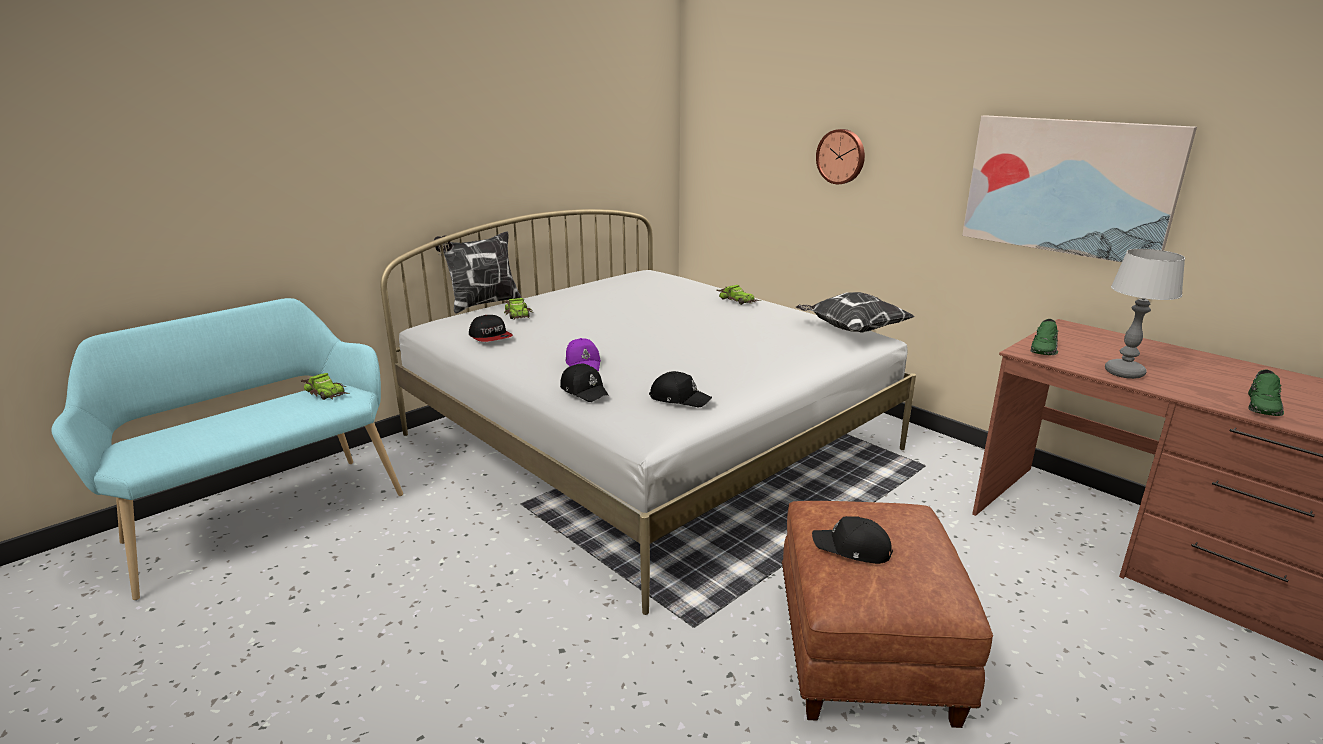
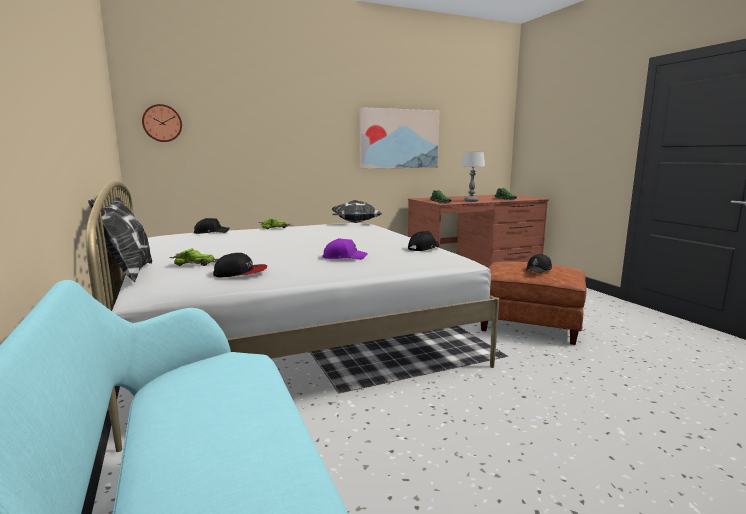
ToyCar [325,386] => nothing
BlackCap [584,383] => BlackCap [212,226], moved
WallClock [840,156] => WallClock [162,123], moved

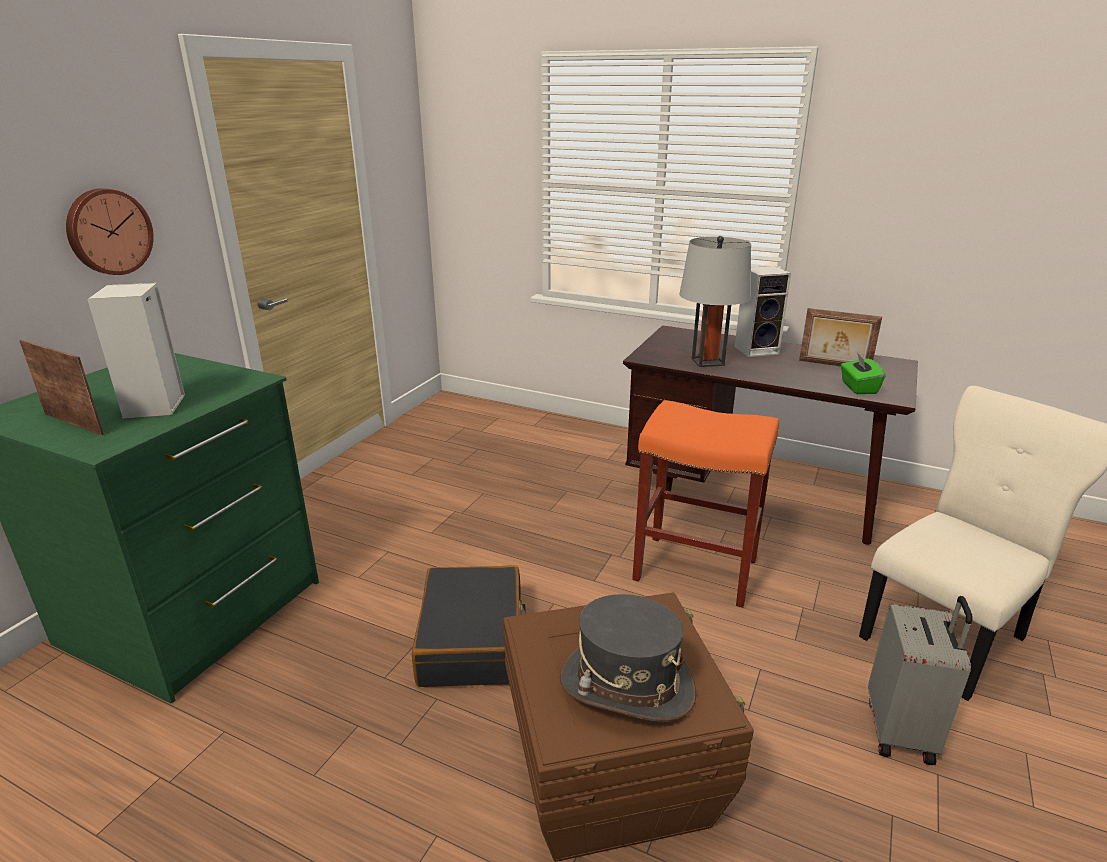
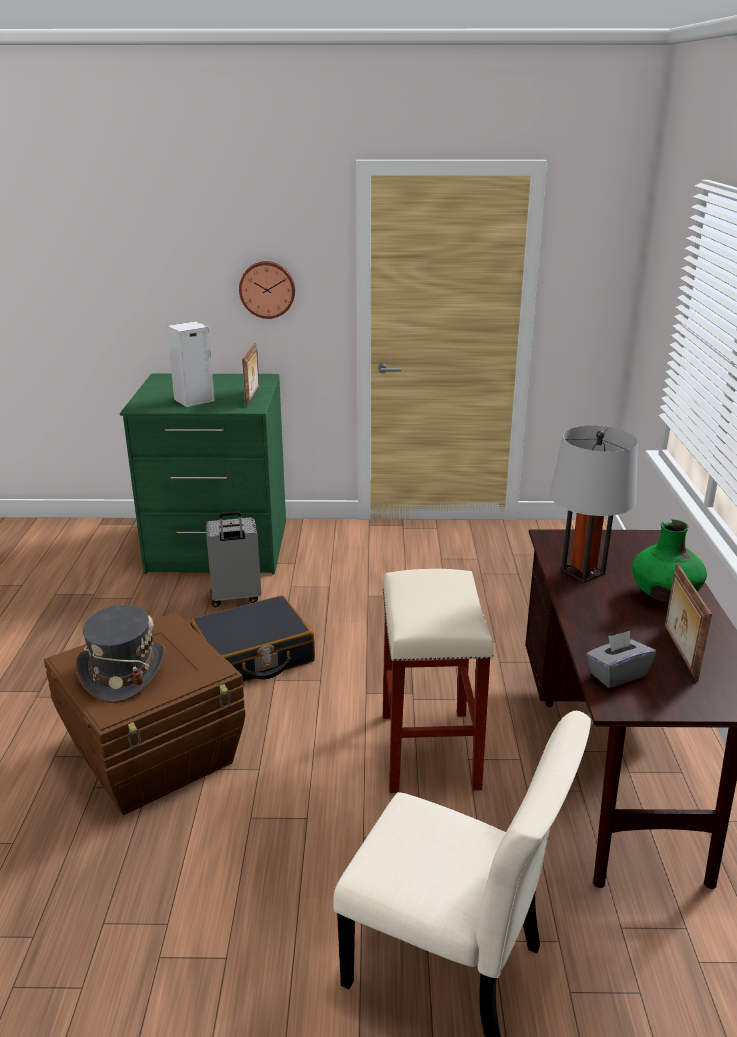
PictureFrame [61,388] => PictureFrame [250,375], moved
GreySuitcase [920,680] => GreySuitcase [233,559], moved
Speaker [763,311] => GreenVase [669,560]
OrangeStool [705,504] => BeigeStool [438,681]
GreenTissueBox [863,373] => GreyTissueBox [621,659]

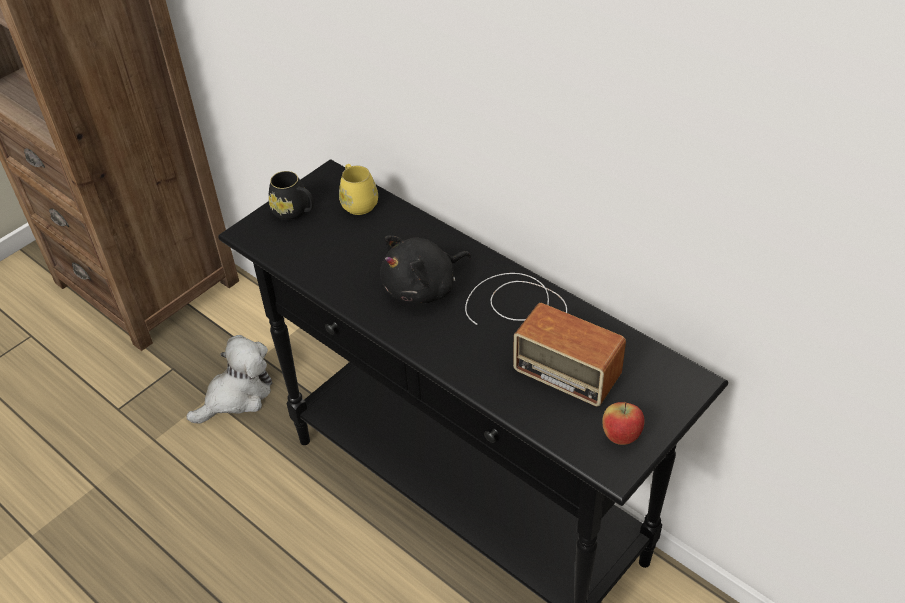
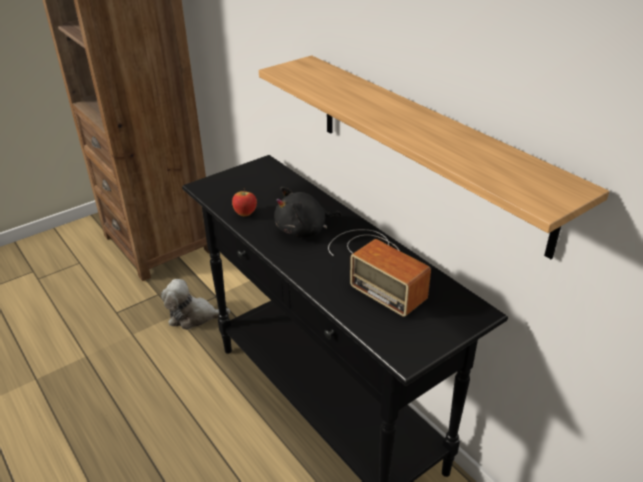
BlackMug [291,195] => nothing
YellowMug [358,189] => nothing
nothing => Shelf [434,157]
Apple [623,423] => Apple [244,202], moved
PlushToy [229,379] => PlushToy [195,304], 150 degrees counterclockwise

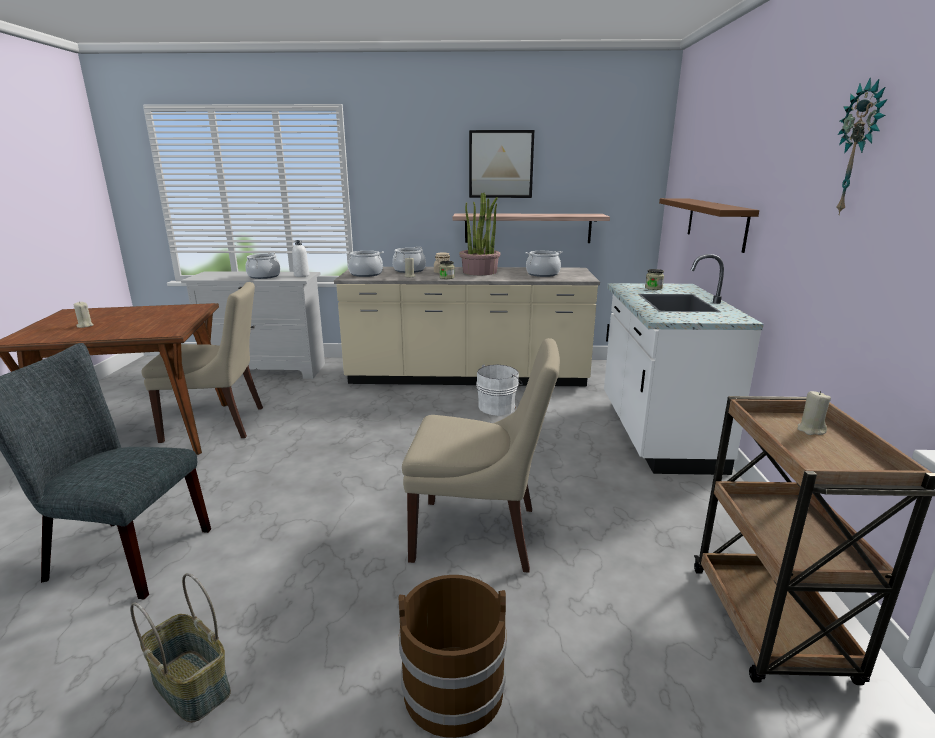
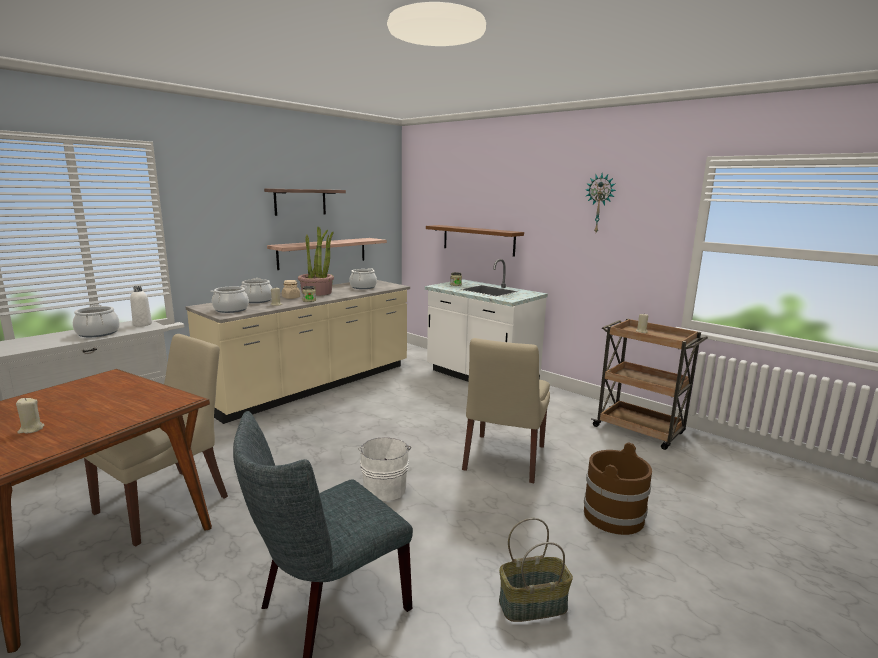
WhiteBucket [499,390] => WhiteBucket [384,469], moved
Picture [501,164] => Shelf [305,202]
BeigeChair [481,455] => BeigeChair [506,410], 150 degrees clockwise

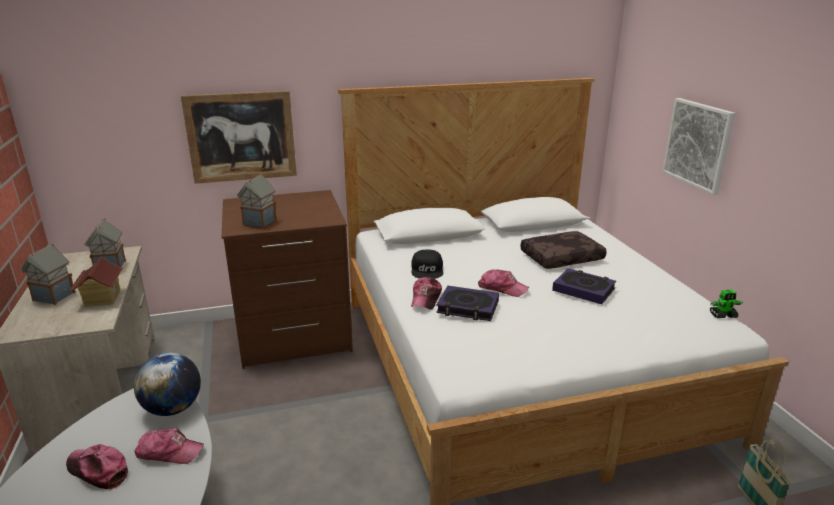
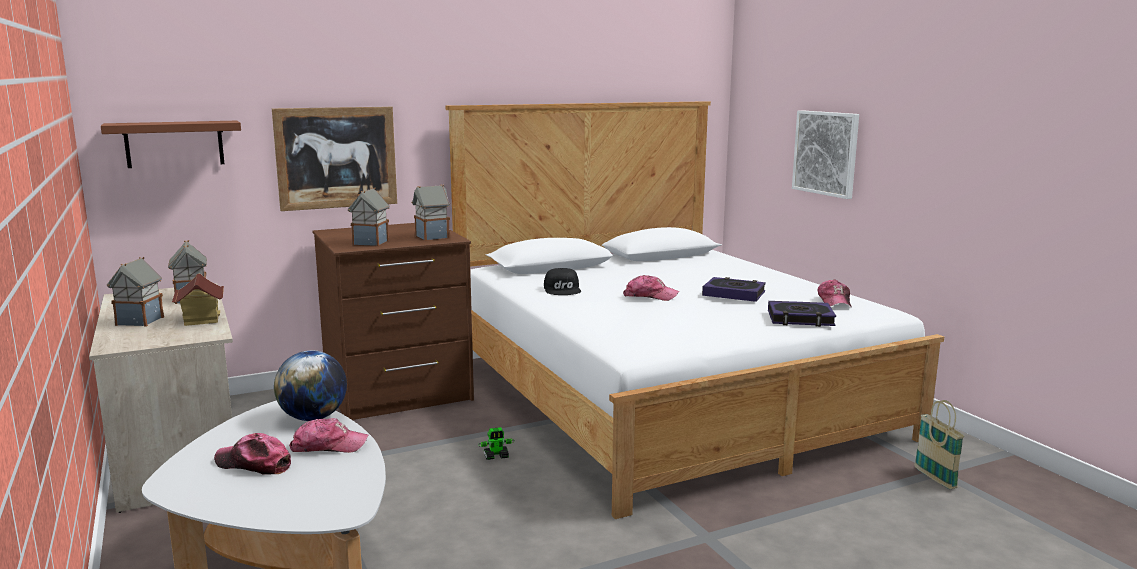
BrownPillow [563,250] => nothing
nothing => BrownShelf [171,144]
nothing => ToyHouse [430,212]
Cap [426,293] => Cap [834,292], moved
Book [467,303] => Book [802,314], moved
ToyRobot [726,304] => ToyRobot [496,443], moved

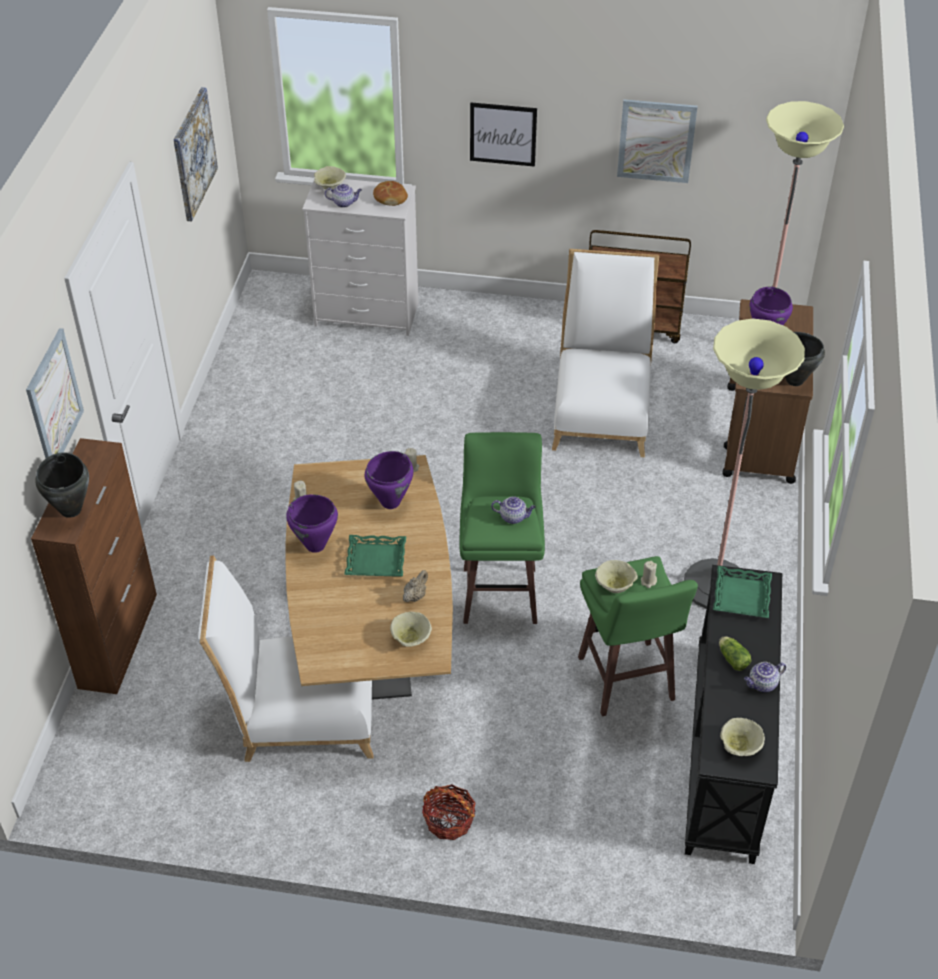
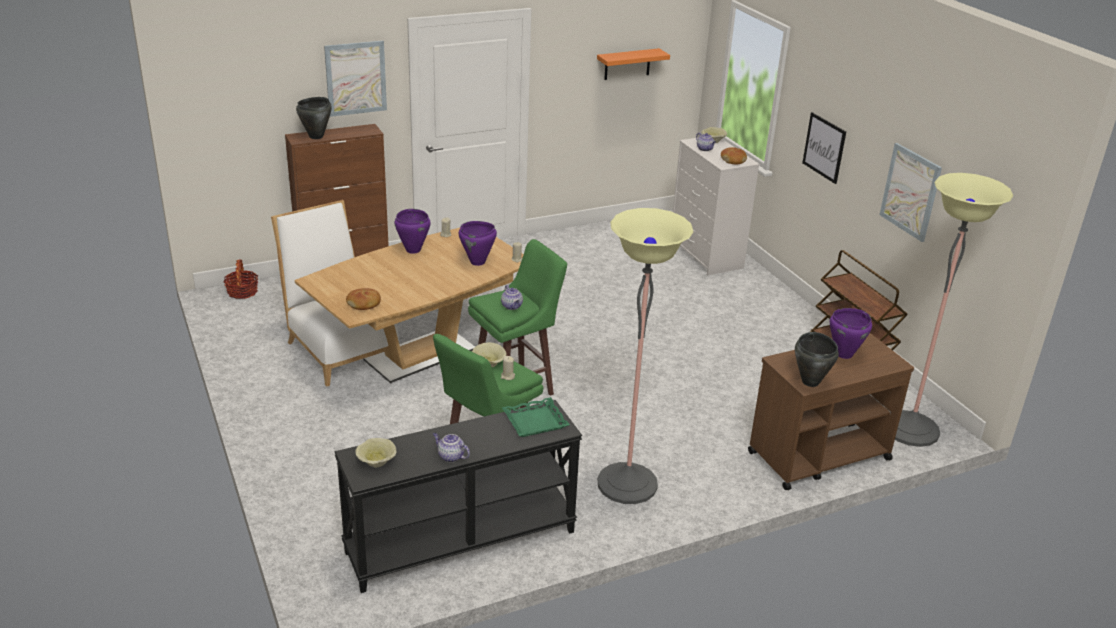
GreenTray [375,555] => nothing
BeigeTeapot [415,586] => nothing
WhiteChair [605,353] => nothing
Lettuce [735,653] => nothing
Basket [449,812] => Basket [241,279], moved
Picture [195,154] => OrangeShelf [633,64]
BeigeBowl [411,629] => Bread [363,299]

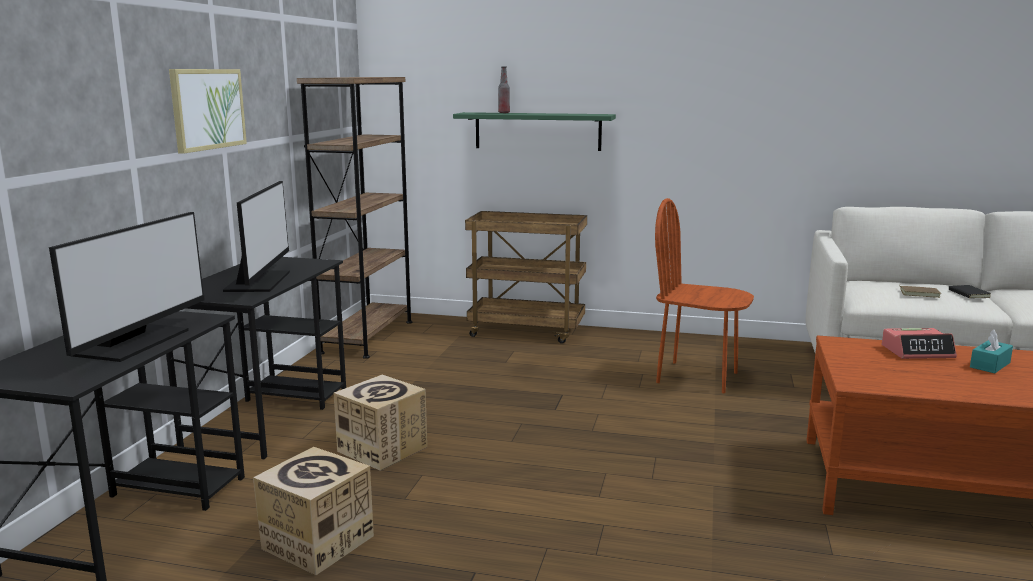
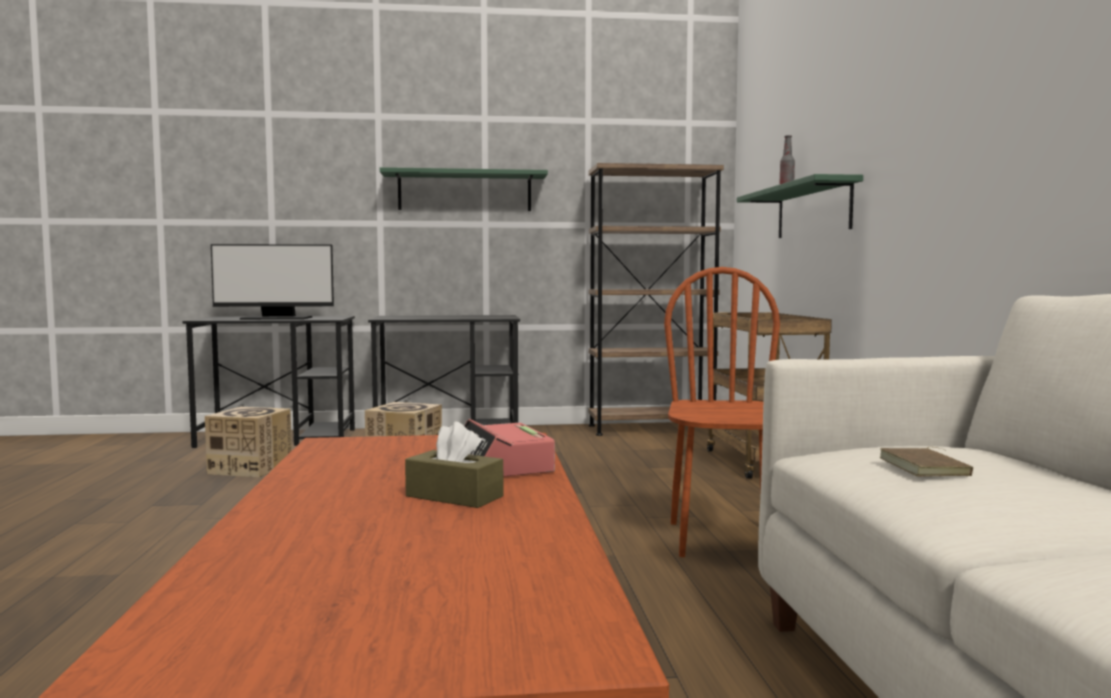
Monitor [256,236] => nothing
BlackBook [970,292] => nothing
Picture [208,111] => GreenShelf [464,189]
TurquoiseTissueBox [991,351] => BrownTissueBox [454,464]

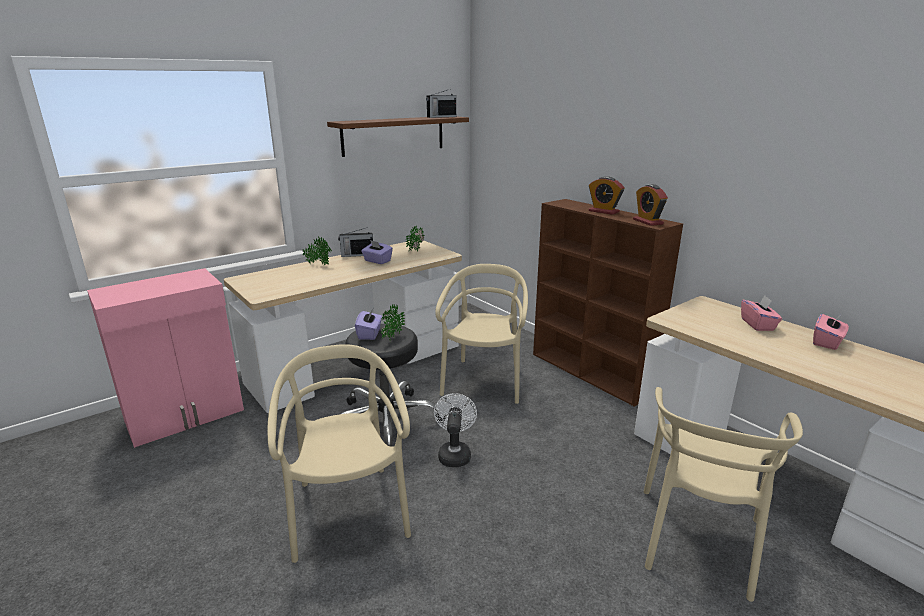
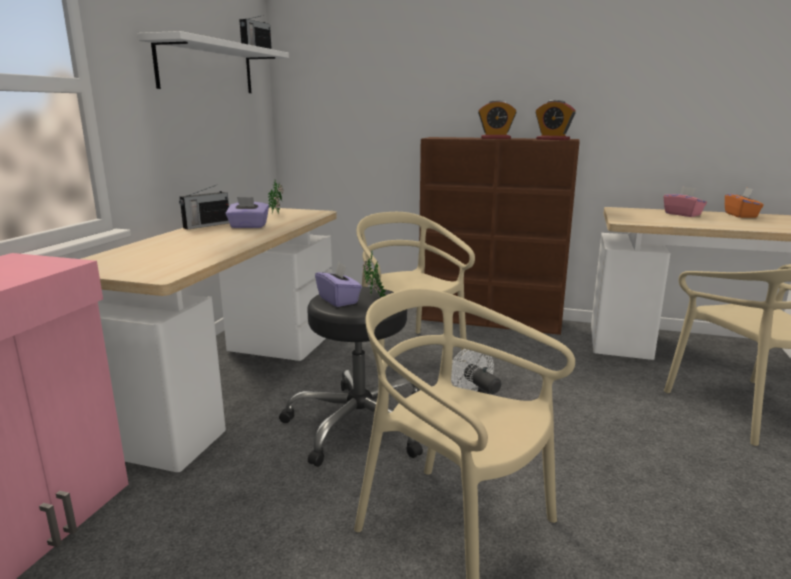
PottedPlant [317,251] => nothing
BrownShelf [398,136] => WhiteShelf [213,62]
PinkTissueBox [831,331] => OrangeTissueBox [744,203]

